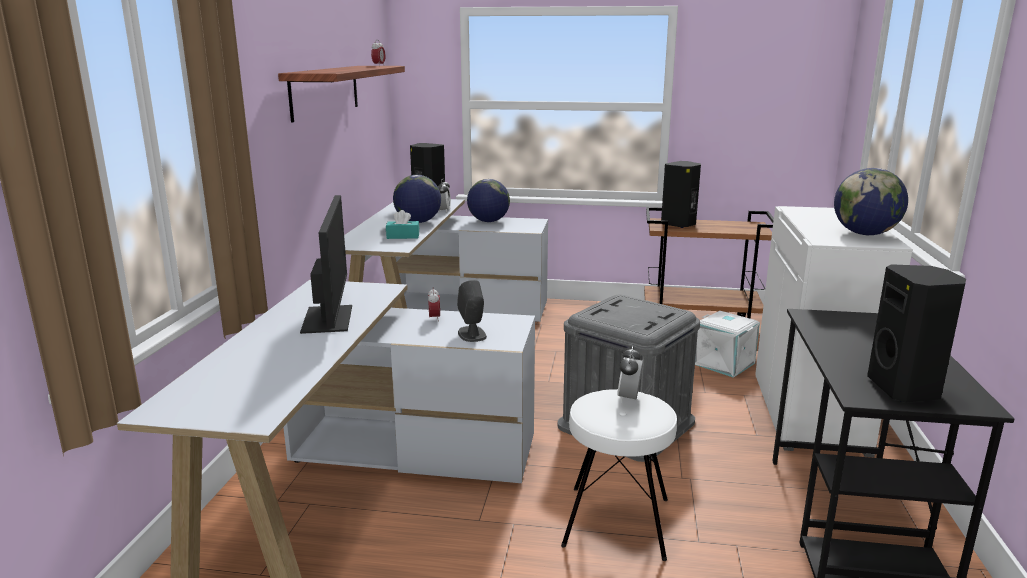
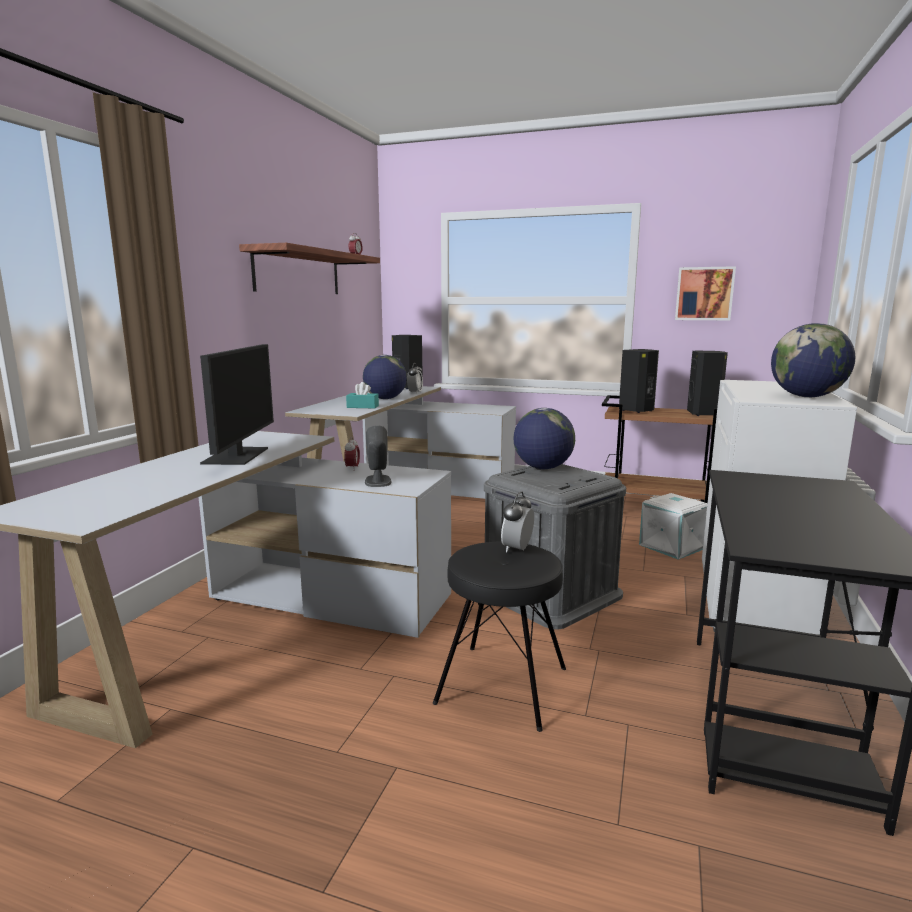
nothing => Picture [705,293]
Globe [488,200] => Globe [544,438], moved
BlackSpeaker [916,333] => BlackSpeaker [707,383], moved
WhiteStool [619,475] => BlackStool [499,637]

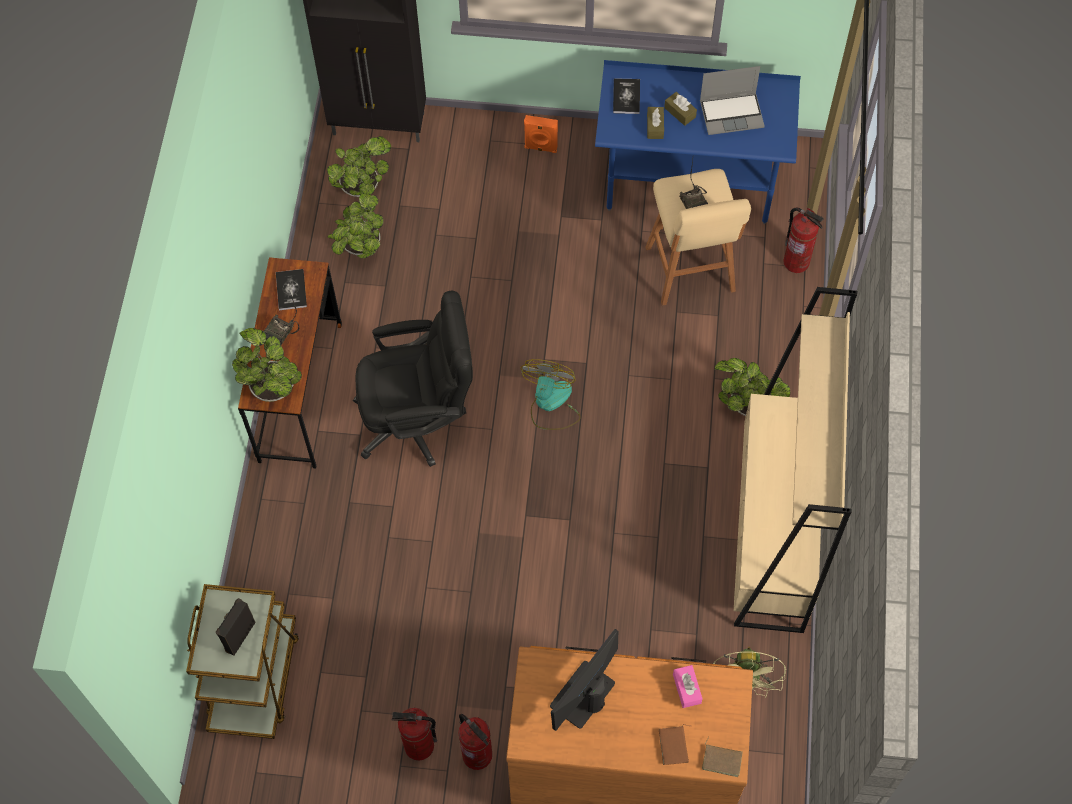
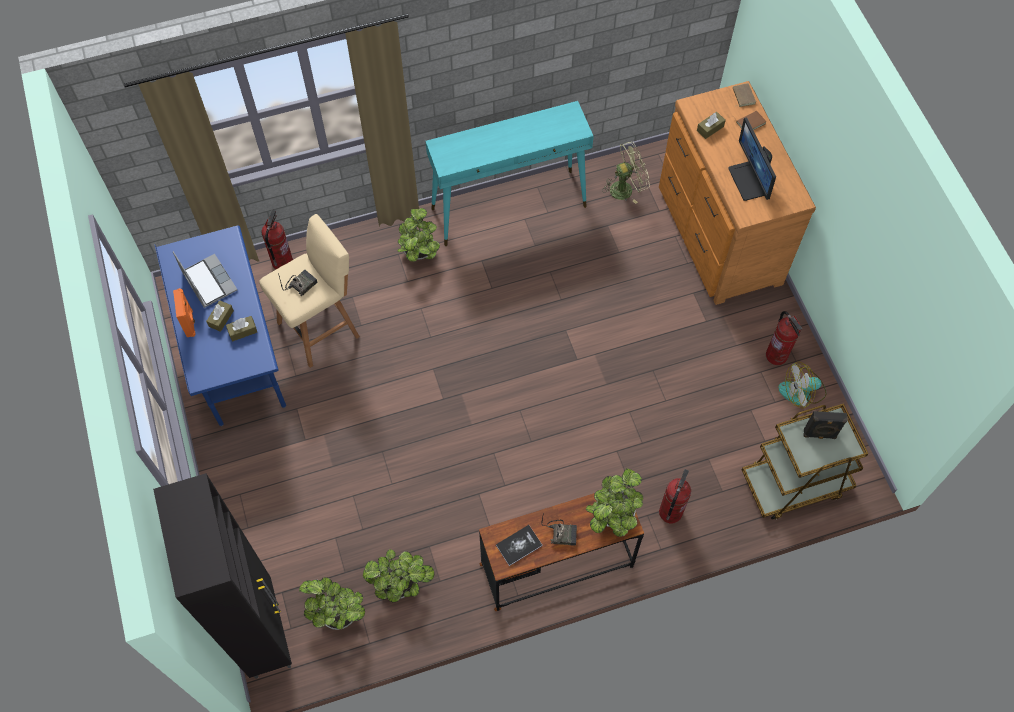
BlackOfficeChair [413,379] => nothing
Book [626,96] => nothing
FireExtinguisher [475,742] => FireExtinguisher [675,496], moved
Fan [551,394] => Fan [802,385], moved
OrangeSpeaker [541,134] => OrangeSpeaker [184,312], moved
BeigeBookcase [795,460] => TurquoiseConsoleTable [510,173]
PinkTissueBox [688,686] => BrownTissueBox [711,125]
Monitor [584,680] => Monitor [752,159], 60 degrees clockwise

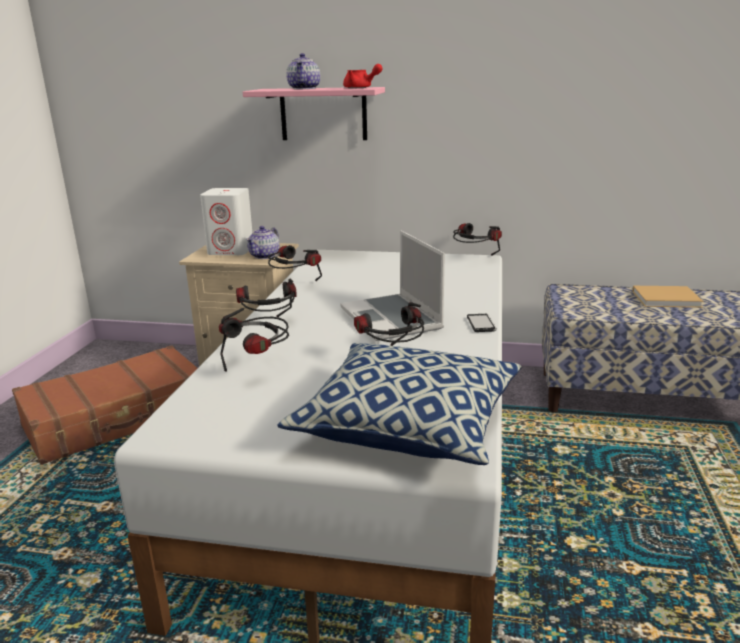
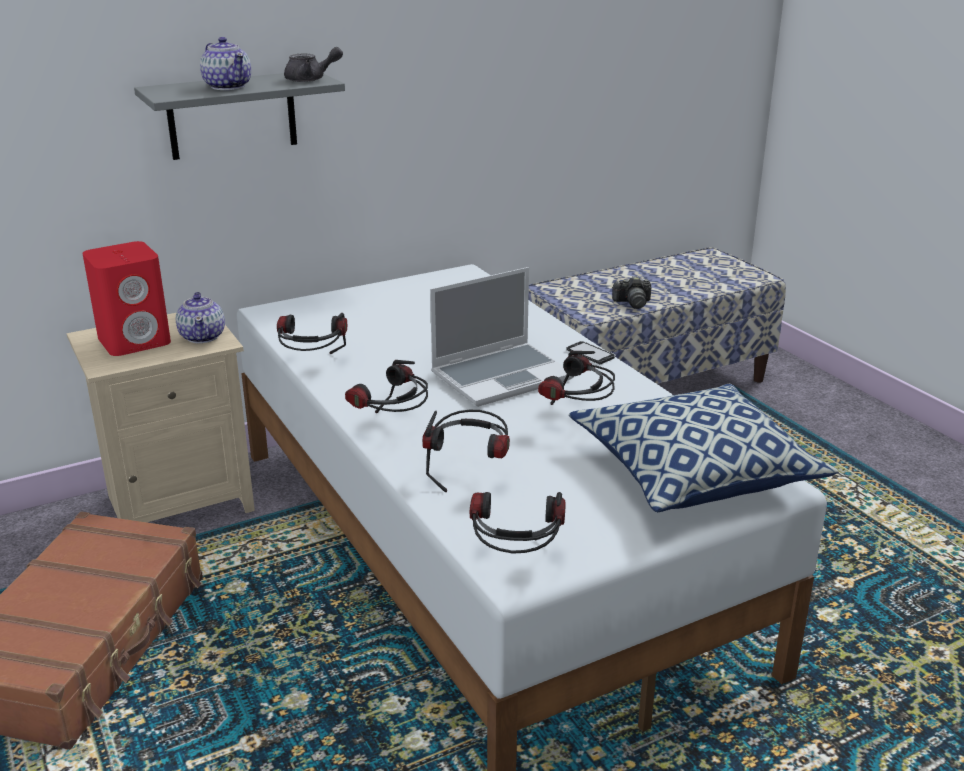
BeigeBook [668,297] => nothing
nothing => PhotoCamera [631,292]
Headphones [477,239] => Headphones [518,523], moved
WhiteSpeaker [226,221] => RedSpeaker [126,298]
PinkShelf [314,113] => GreyShelf [239,116]
RedTeapot [363,76] => GreyTeapot [313,64]
Laptop [392,285] => Laptop [502,337], 60 degrees counterclockwise

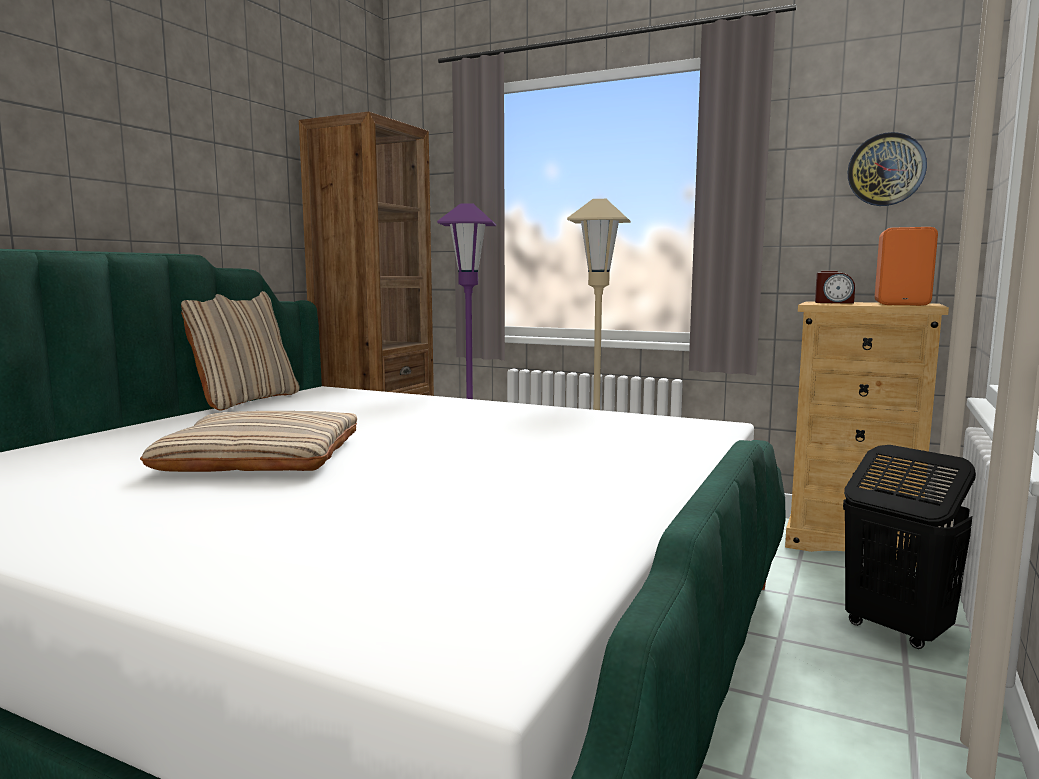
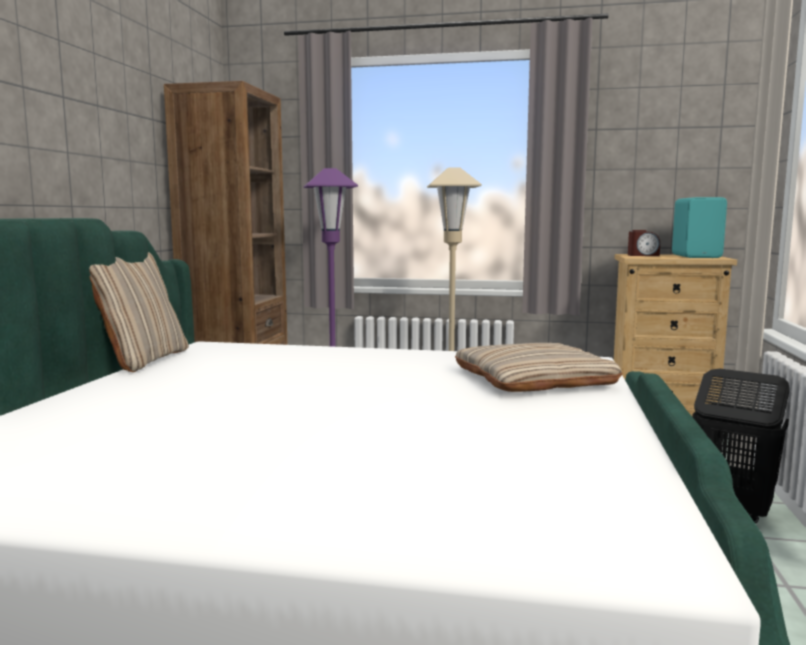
WallClock [887,169] => nothing
BeigePillow [248,441] => BeigePillow [539,367], moved
OrangeSpeaker [906,266] => TurquoiseSpeaker [699,227]

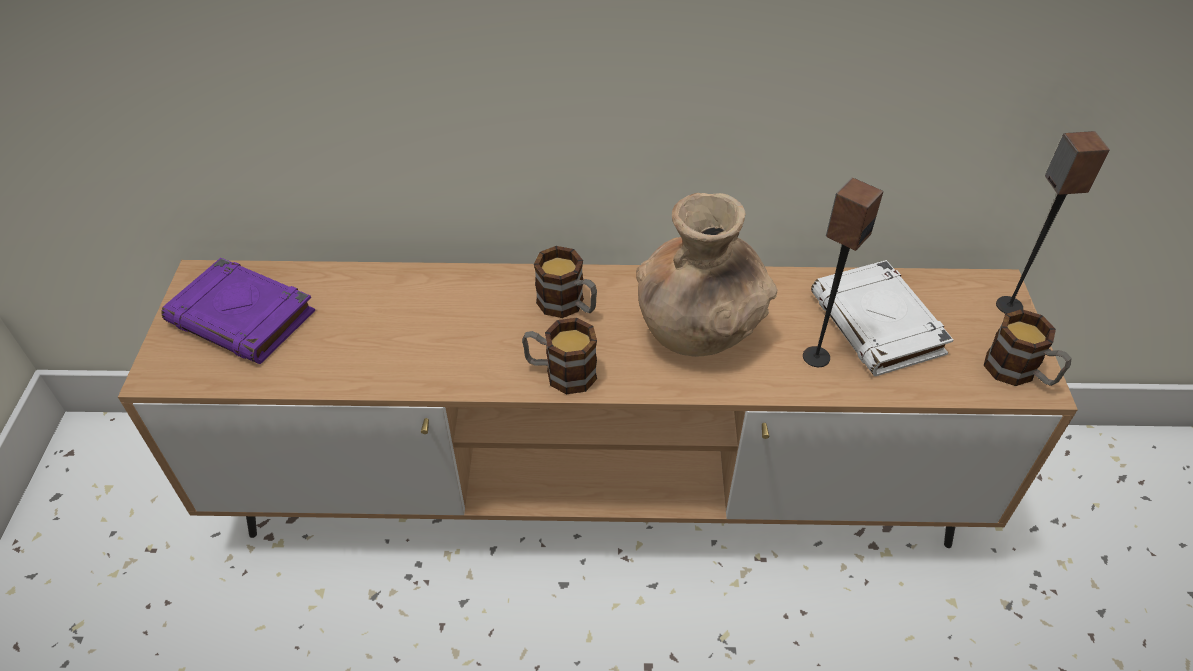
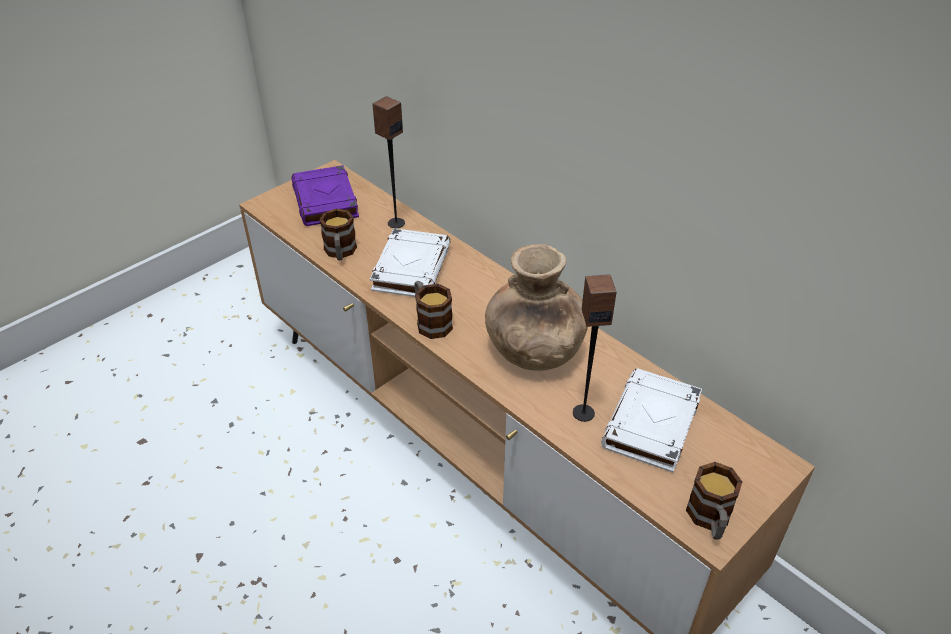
nothing => WhiteBook [410,262]
Mug [565,282] => Mug [338,234], moved
Speaker [1053,222] => Speaker [388,162], moved

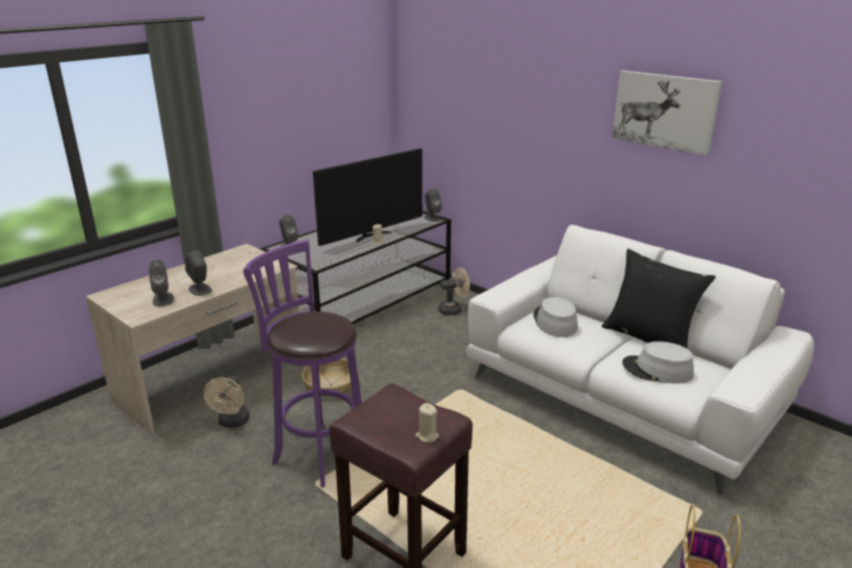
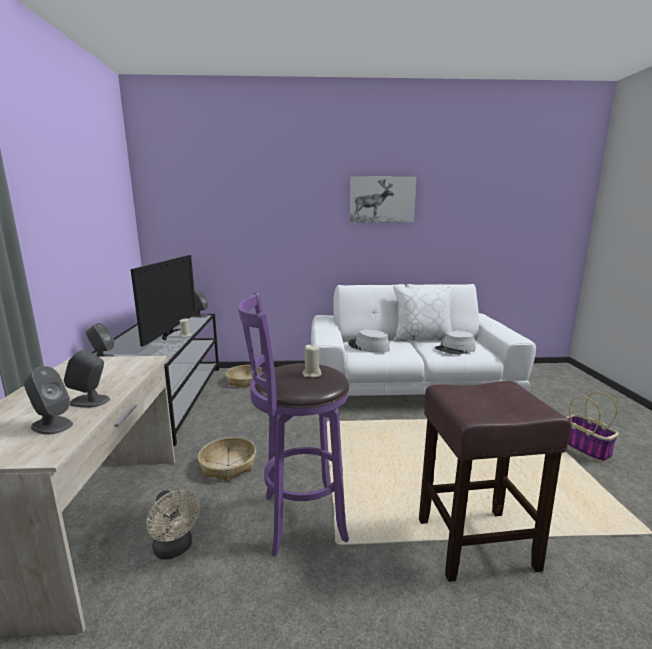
BeigeCandle [427,423] => BeigeCandle [312,361], moved
BeigeFan [454,291] => Basket [244,376]
BlackPillow [659,298] => WhitePillow [424,314]

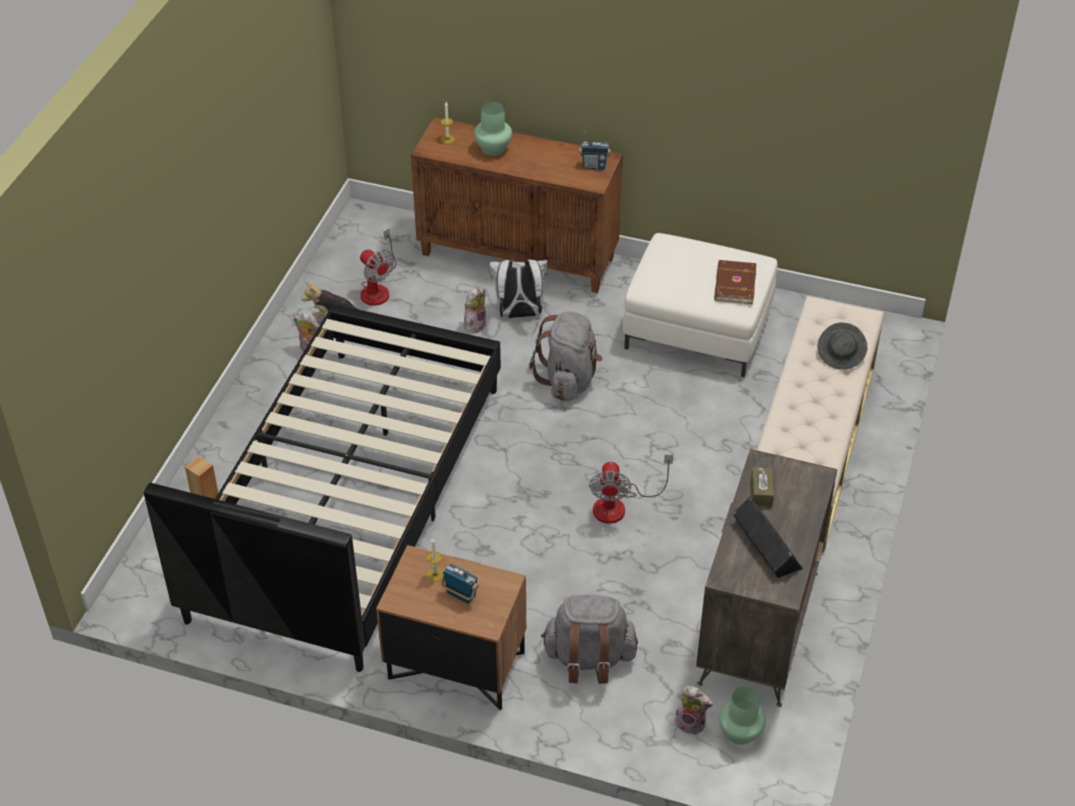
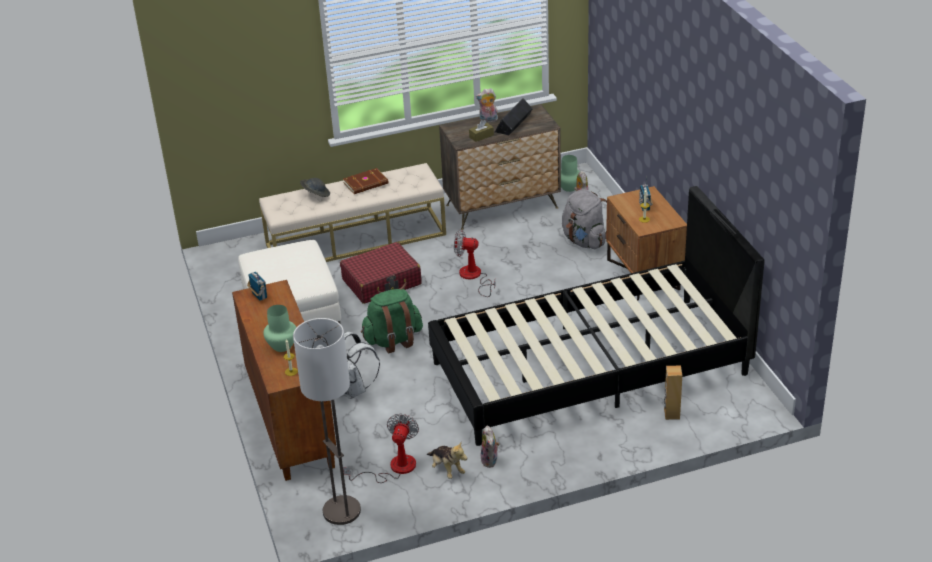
nothing => FloorLamp [327,421]
nothing => RedSuitcase [381,273]
PlushToy [475,310] => PlushToy [487,105], moved
BrownBook [735,282] => BrownBook [366,181], moved
GreyBackpack [566,356] => GreenBackpack [392,321]
Fan [631,489] => Fan [475,263], 135 degrees counterclockwise

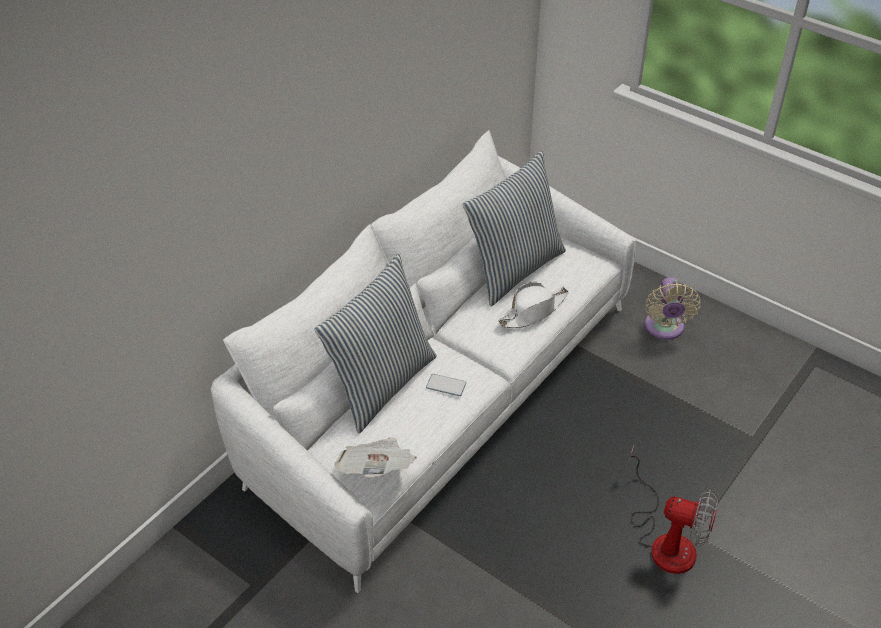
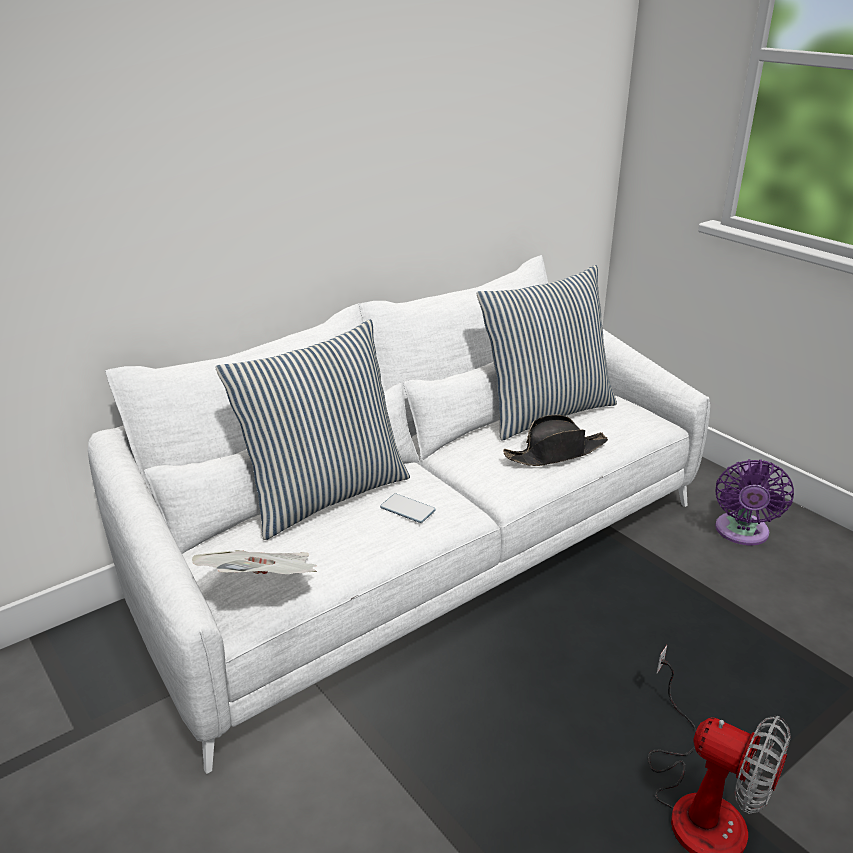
WhiteHat [533,305] => BlackHat [555,440]
BeigeFan [673,308] => PurpleFan [754,502]

